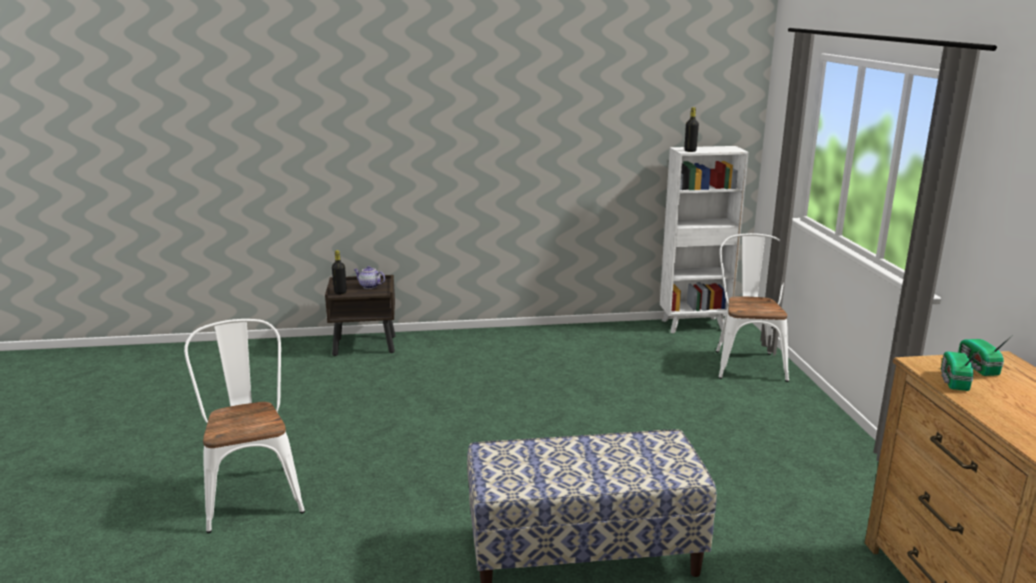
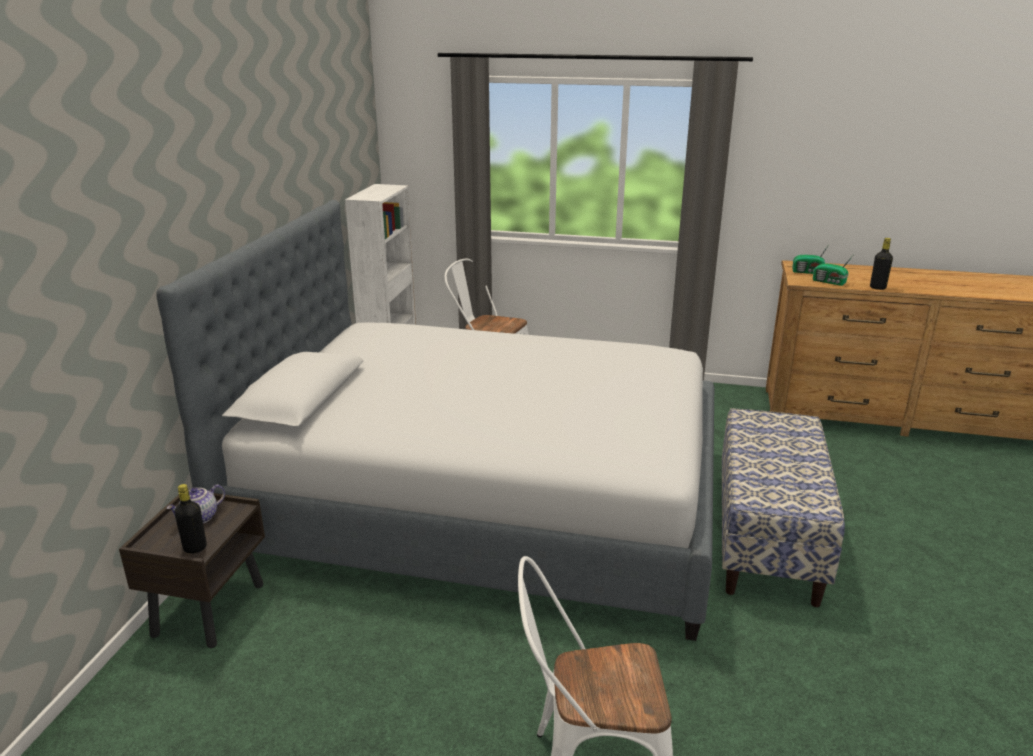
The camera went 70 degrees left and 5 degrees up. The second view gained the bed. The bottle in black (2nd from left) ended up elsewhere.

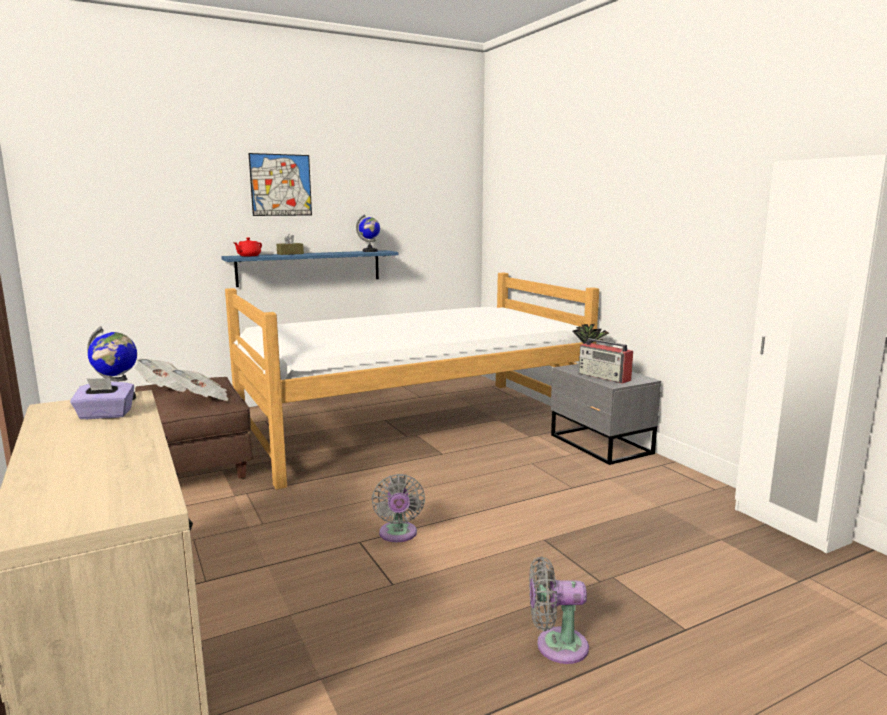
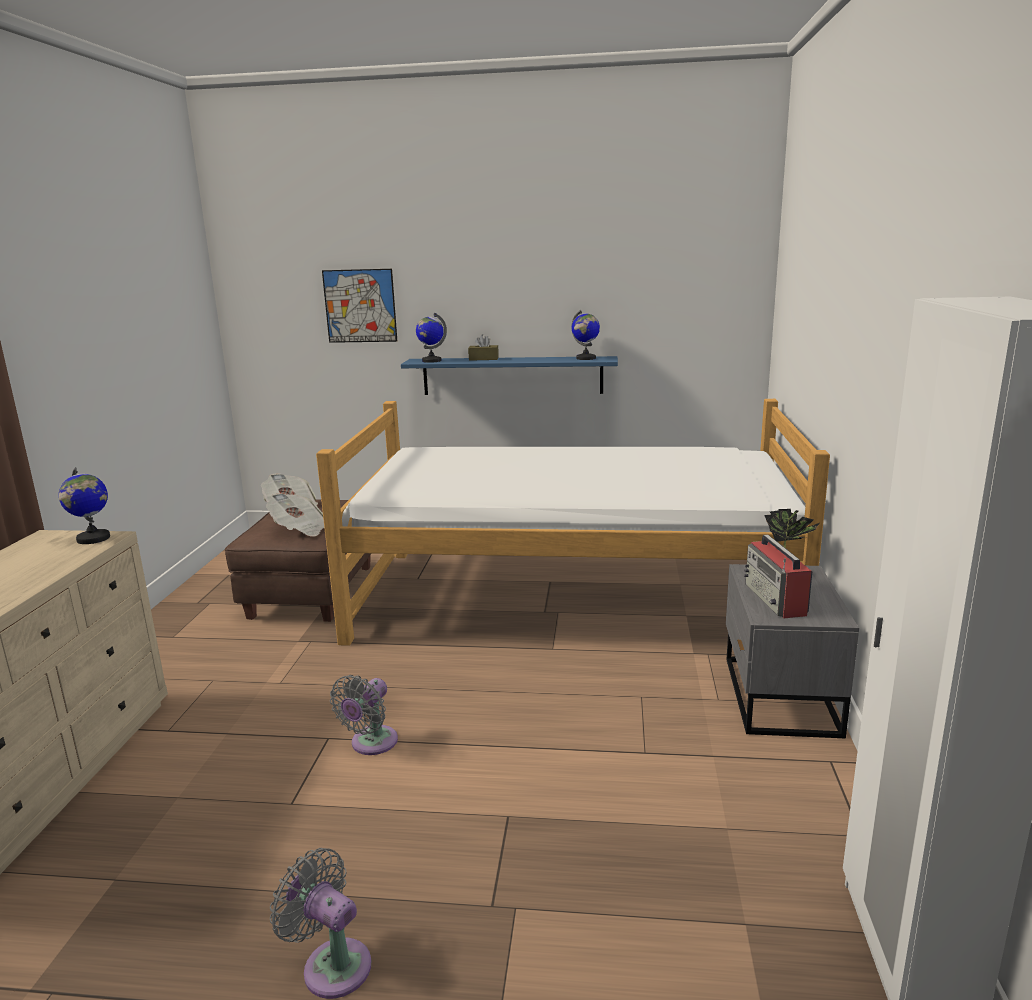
The camera went 35 degrees right and 5 degrees up. The second view lost the tissue box in purple. The picture ended up elsewhere. Where the teapot in red stood, the globe (2nd from left) came to stand.

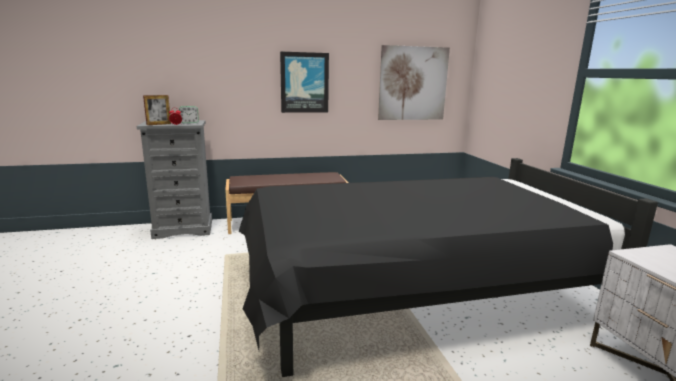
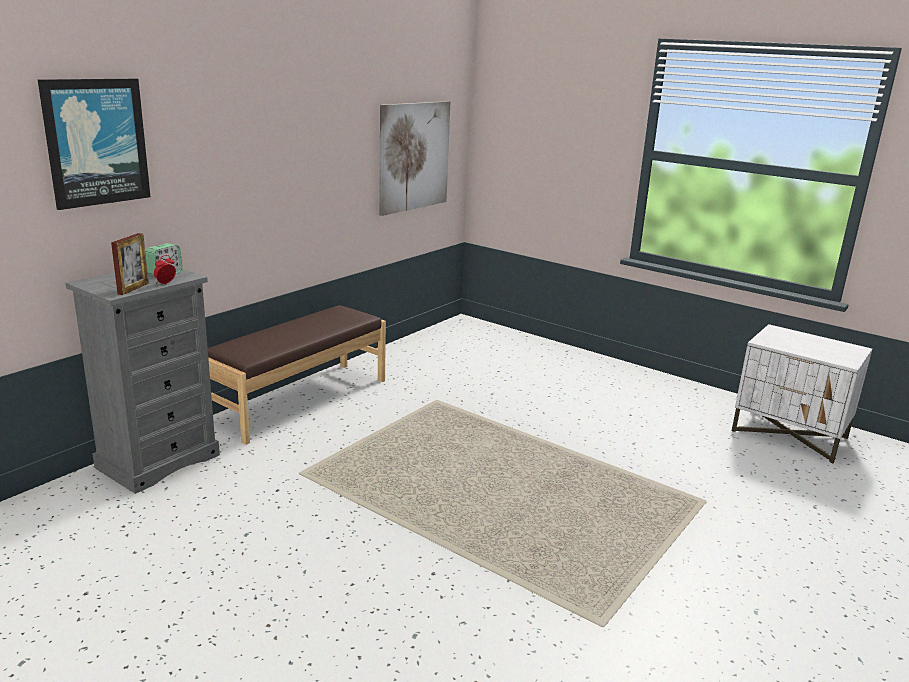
The camera went 40 degrees left and 5 degrees up. The second view lost the bed in black. The picture (1st from left) ended up elsewhere.

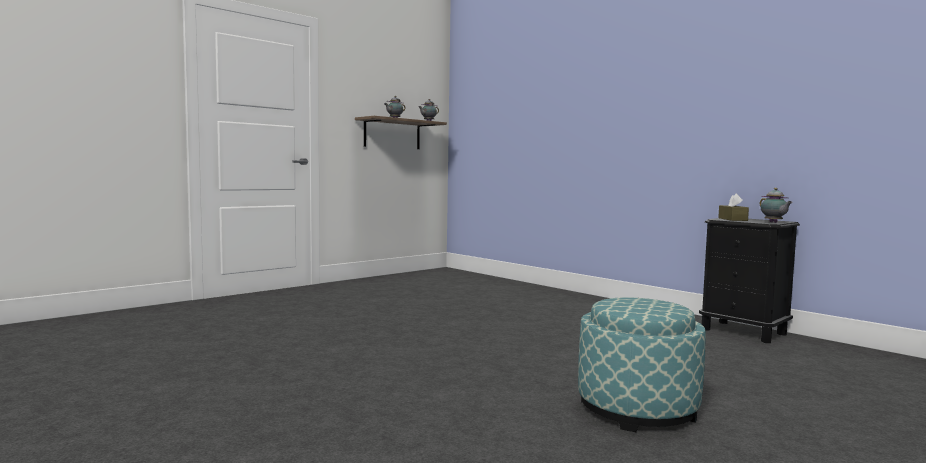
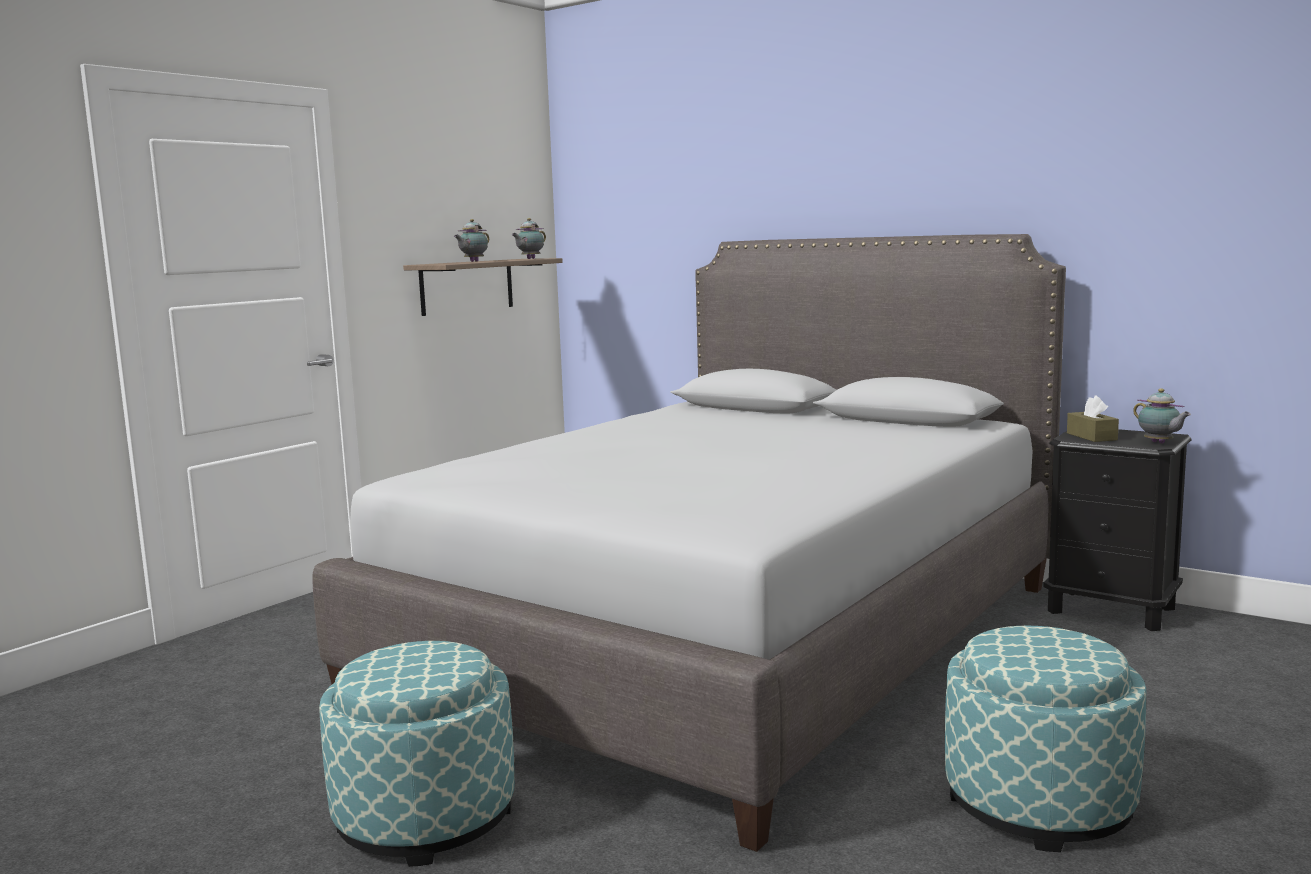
The camera went 10 degrees left and 5 degrees up. The second view gained the bed in grey. The second view gained the ottoman (1st from left).

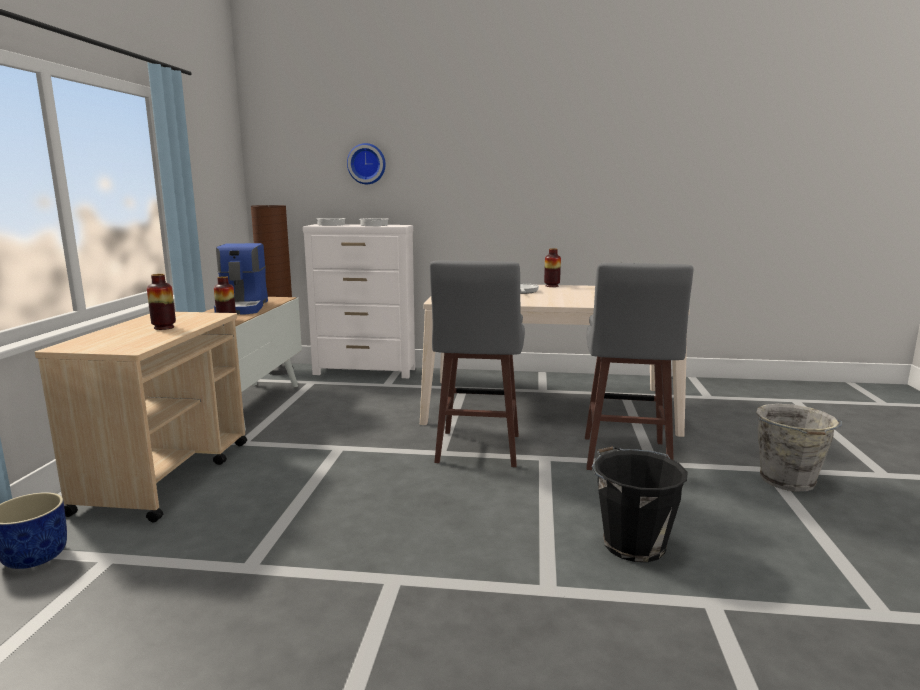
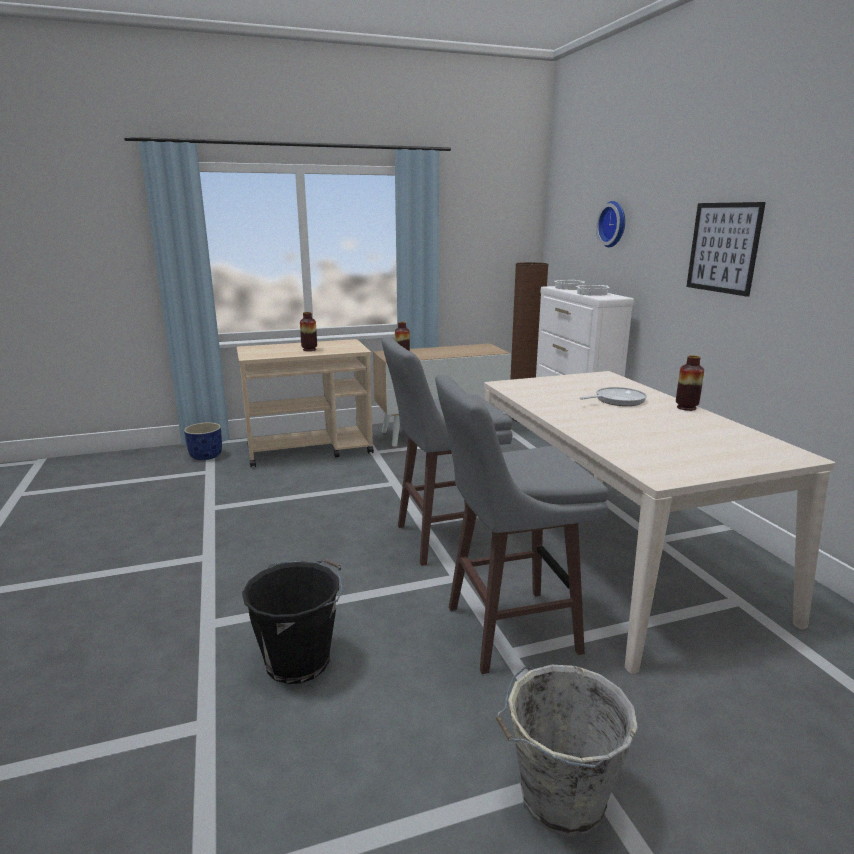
The camera went 65 degrees right and 5 degrees up. The second view lost the coffee machine. The second view gained the picture.

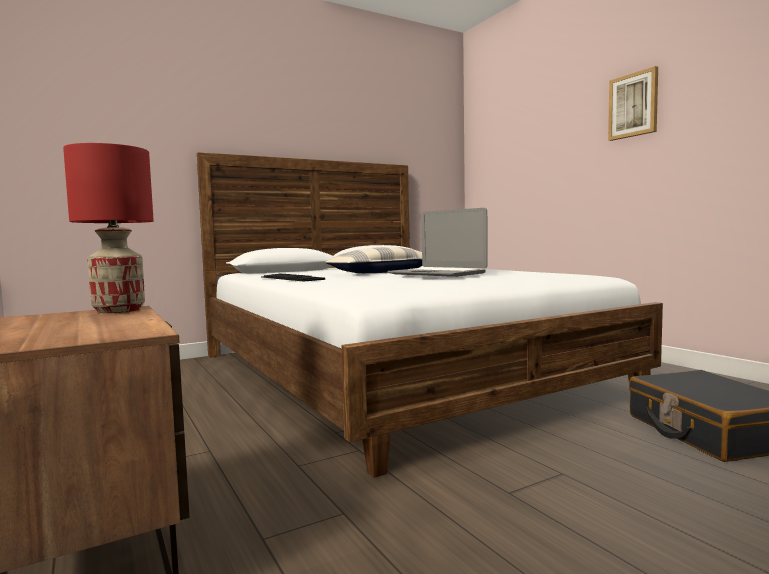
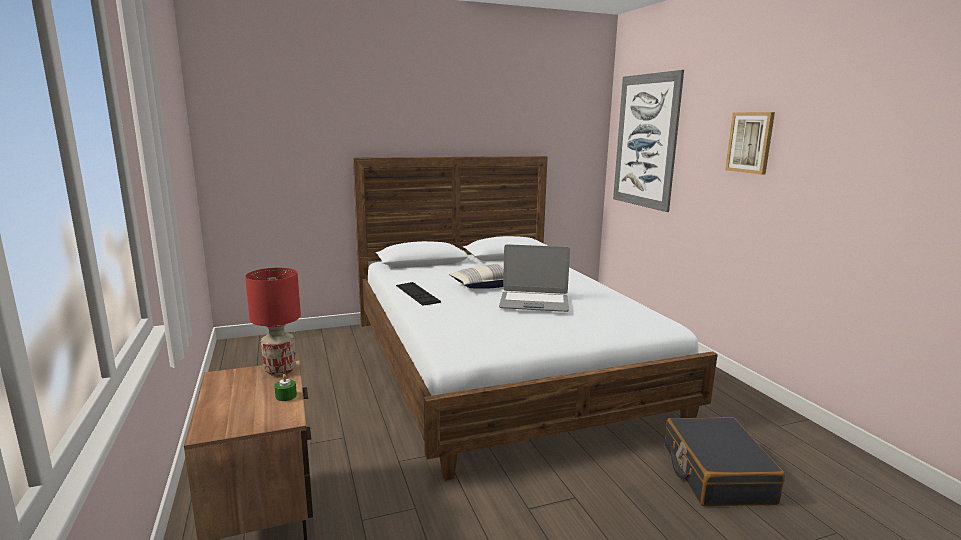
The camera went 10 degrees right and 10 degrees up. The second view gained the candle in green. The second view gained the picture (1st from left). The laptop ended up facing another way, 45 degrees counterclockwise from before.

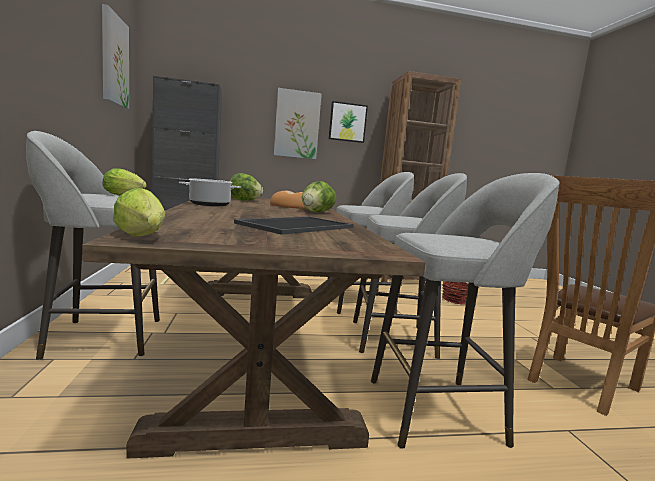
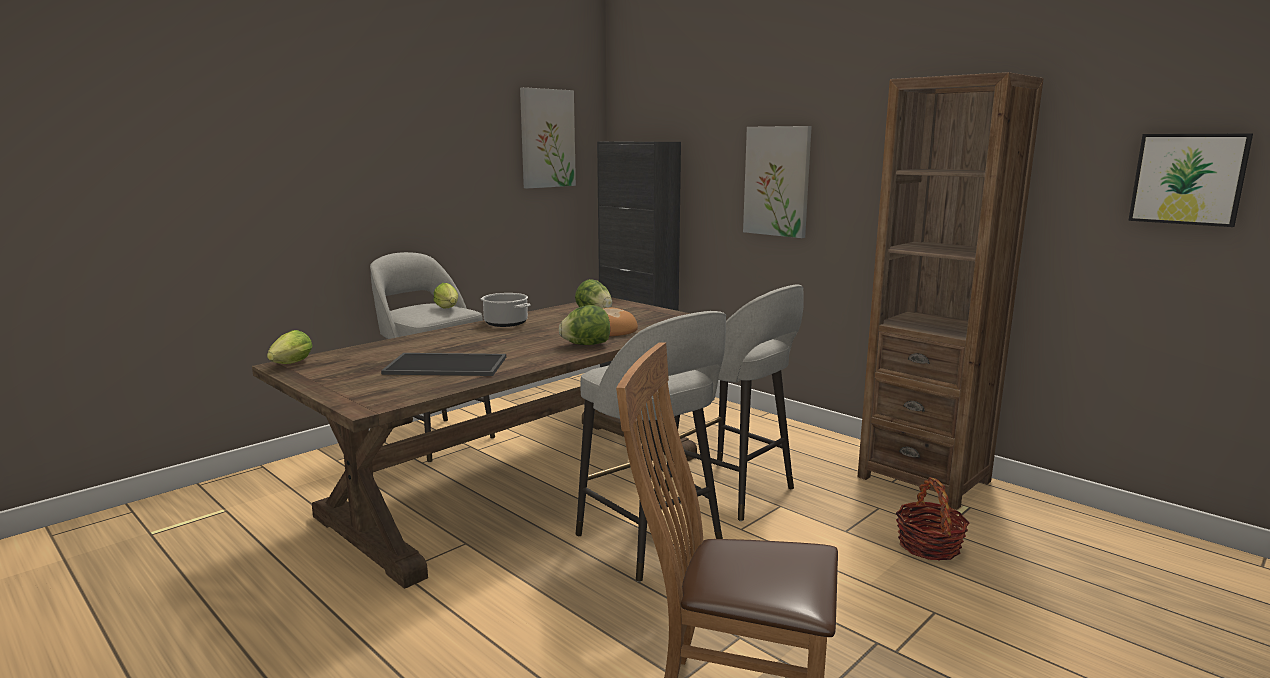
The camera went 55 degrees right and 5 degrees up. The second view lost the stool in grey (4th from left). The picture (3rd from left) ended up elsewhere.

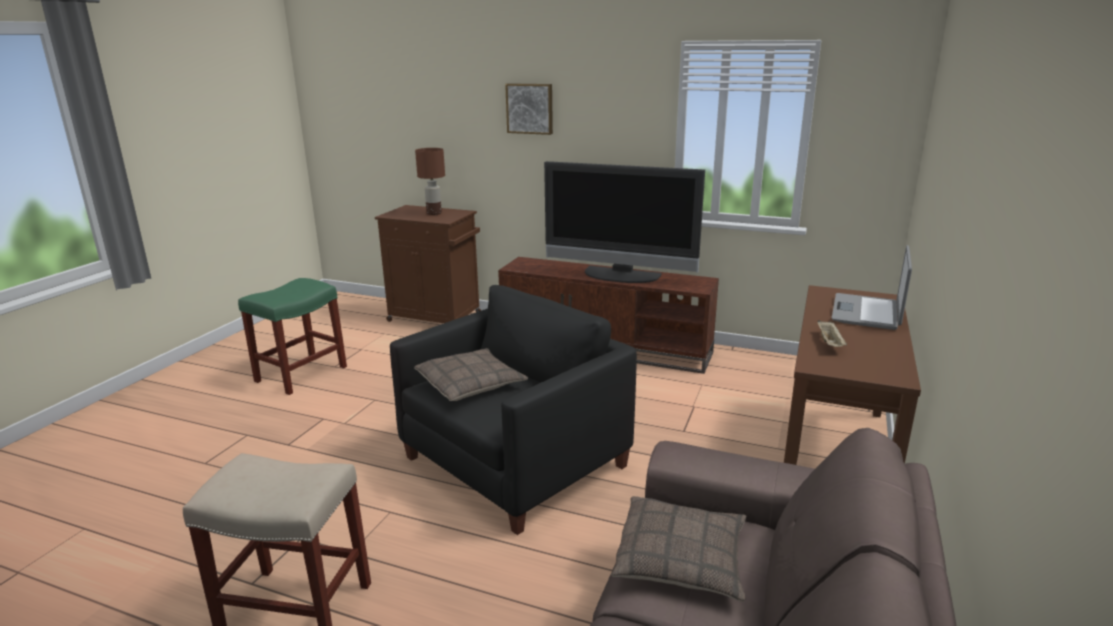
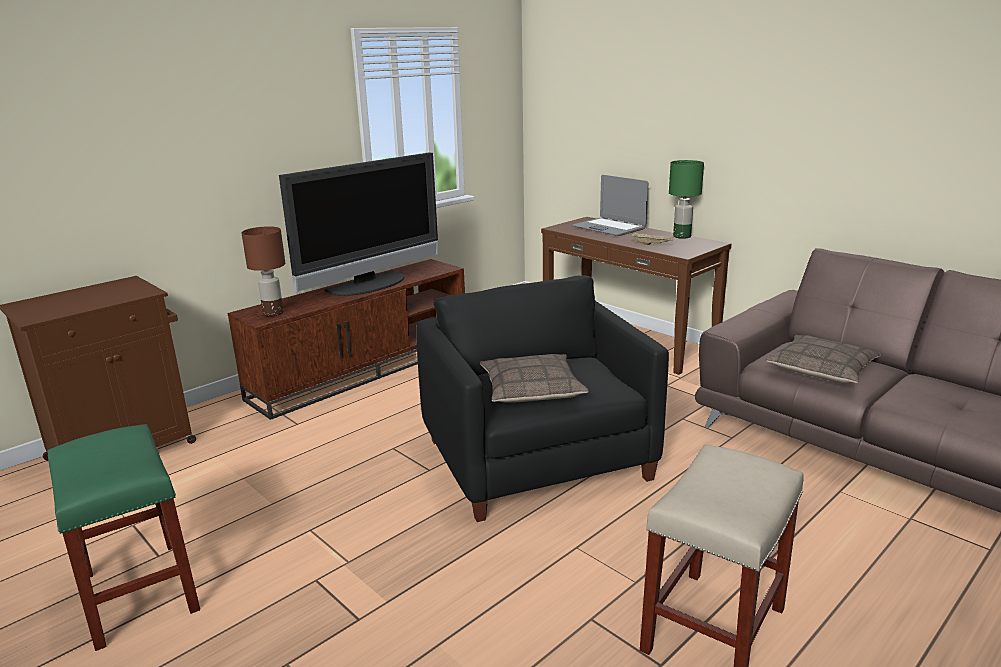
The camera went 65 degrees left and 0 degrees up. The second view lost the picture. The second view gained the table lamp in green. The table lamp in brown ended up elsewhere.

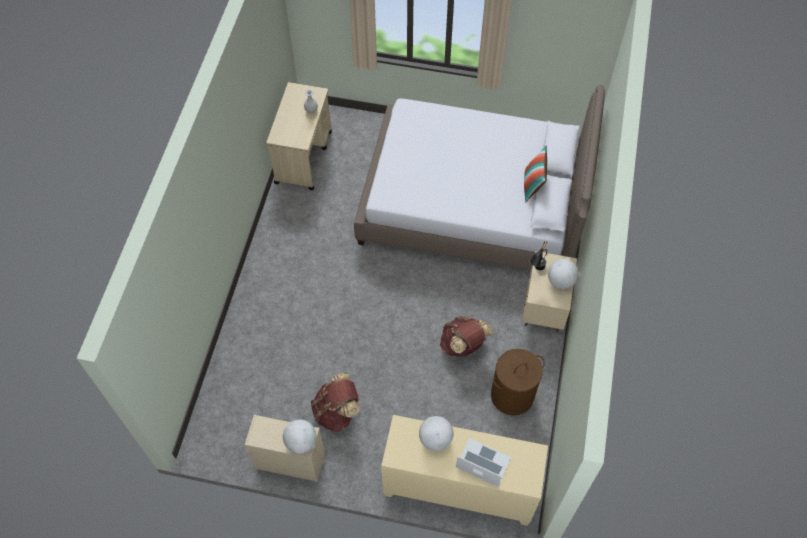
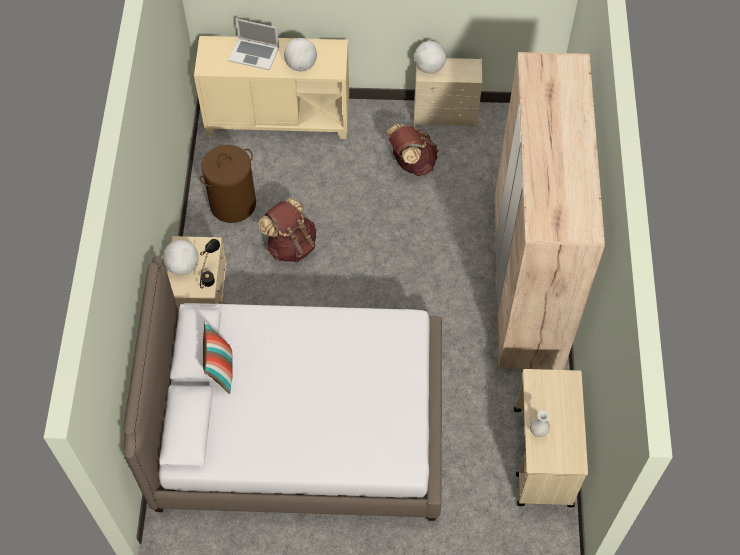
The camera went 170 degrees right and 0 degrees up. The second view gained the wardrobe in beige.

